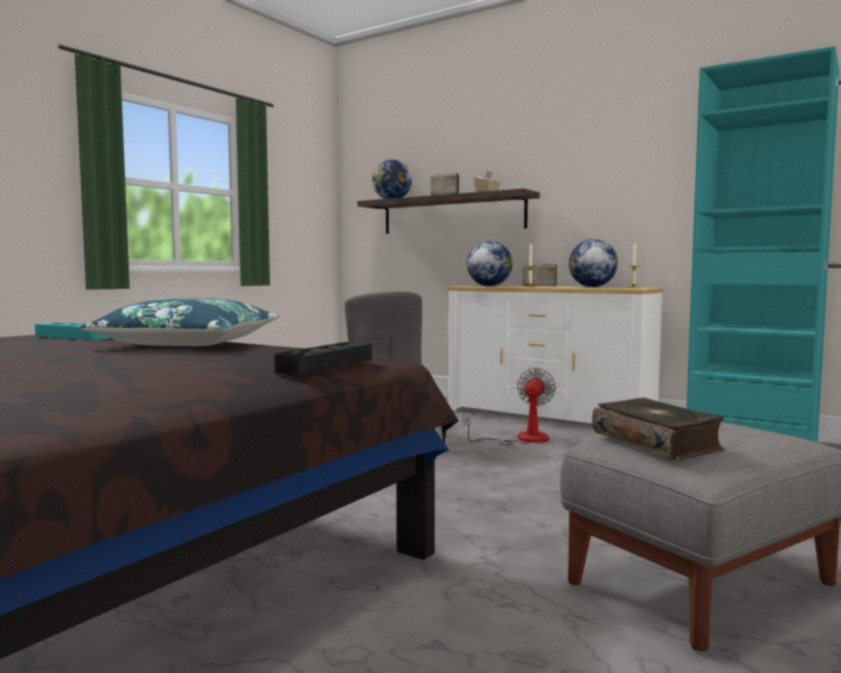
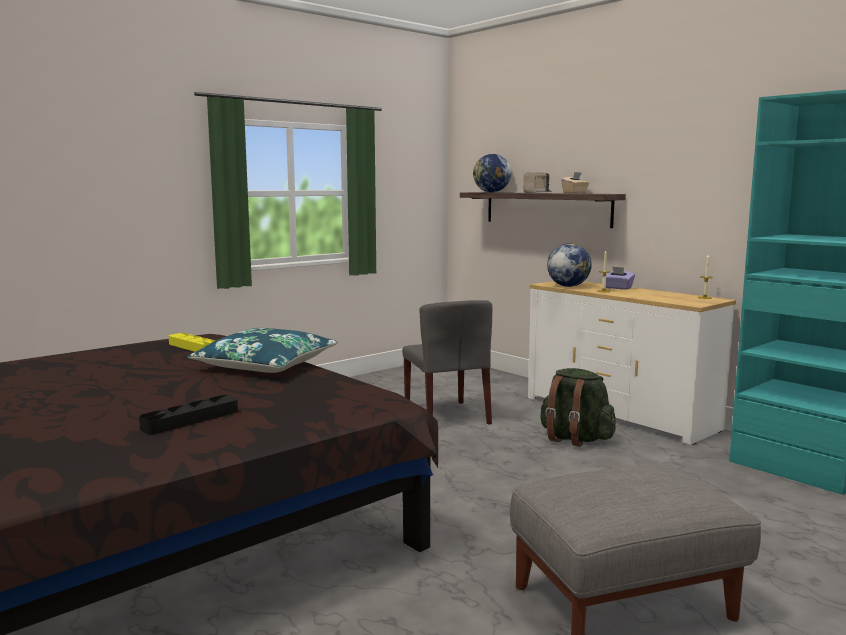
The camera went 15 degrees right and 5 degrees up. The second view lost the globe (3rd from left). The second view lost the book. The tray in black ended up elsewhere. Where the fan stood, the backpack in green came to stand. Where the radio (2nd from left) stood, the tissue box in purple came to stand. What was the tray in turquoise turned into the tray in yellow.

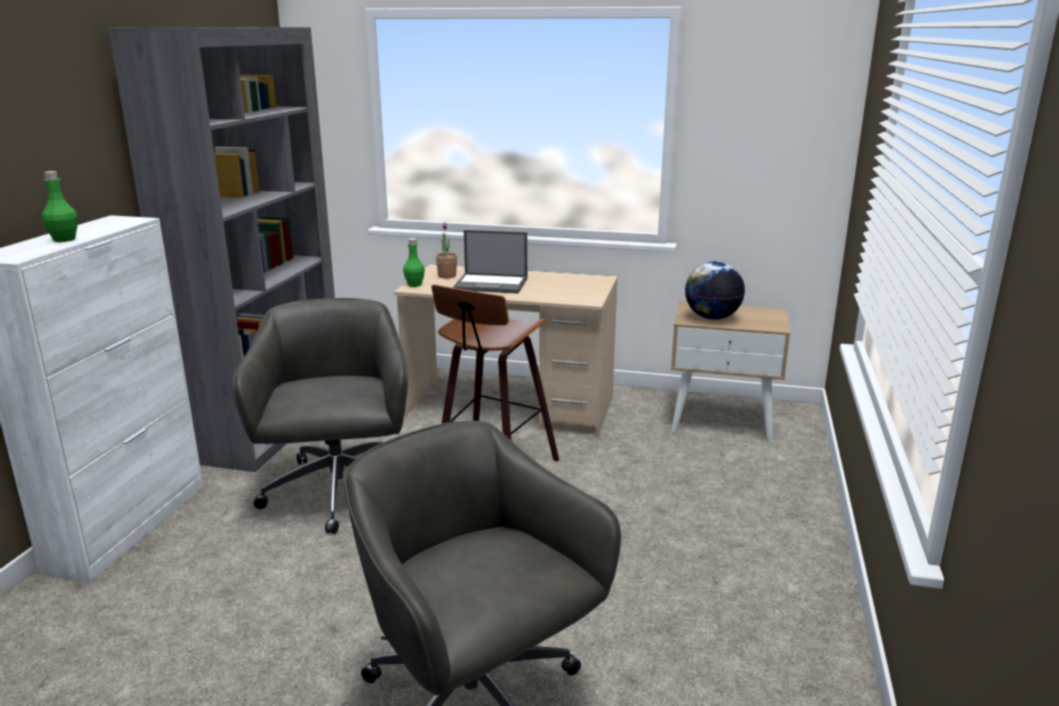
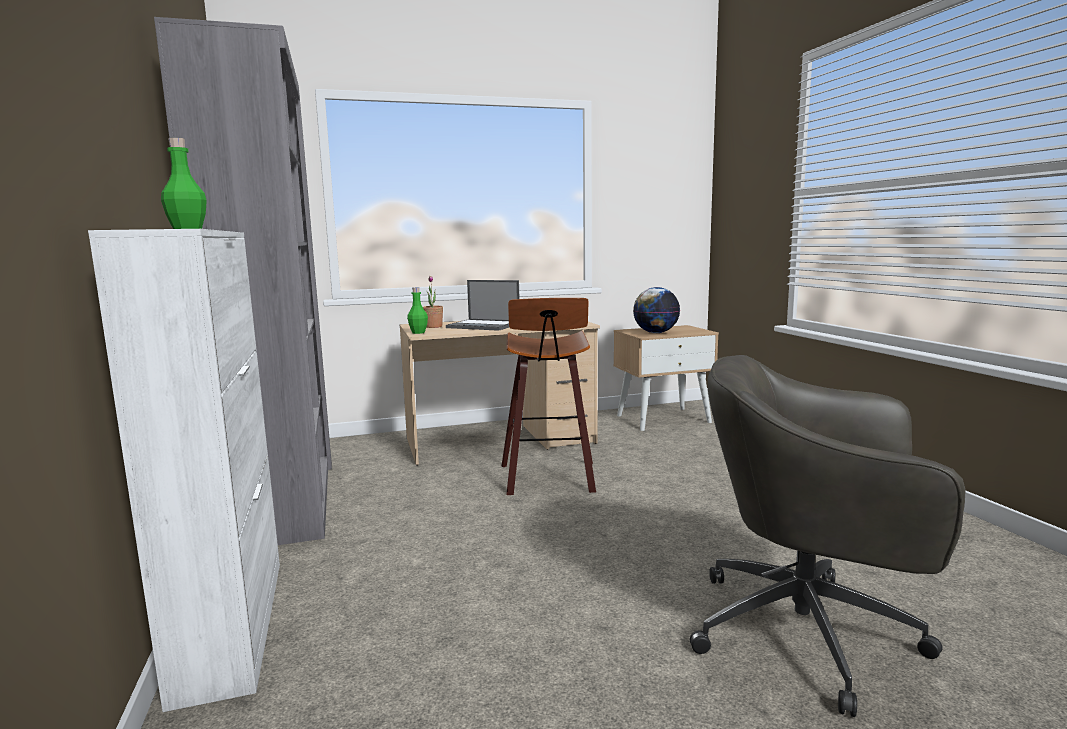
The camera went 30 degrees left and 10 degrees down. The second view lost the office chair in grey (1st from left). The laptop ended up facing another way, 45 degrees clockwise from before.

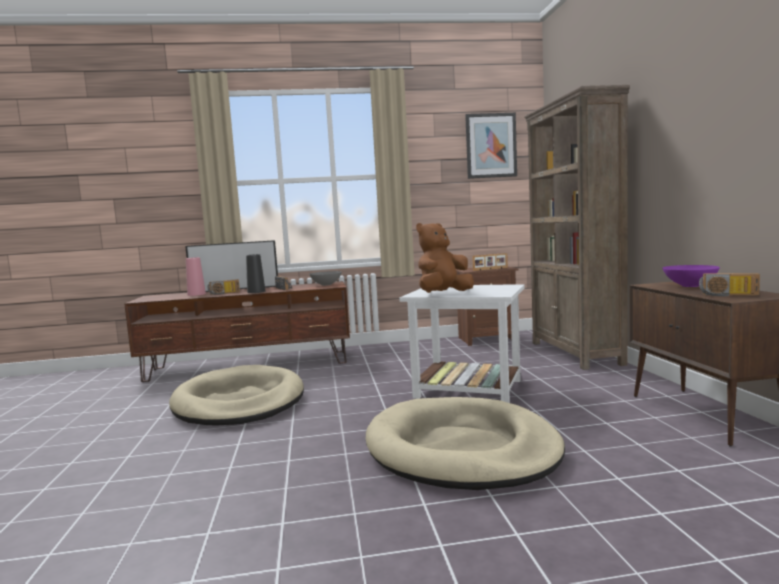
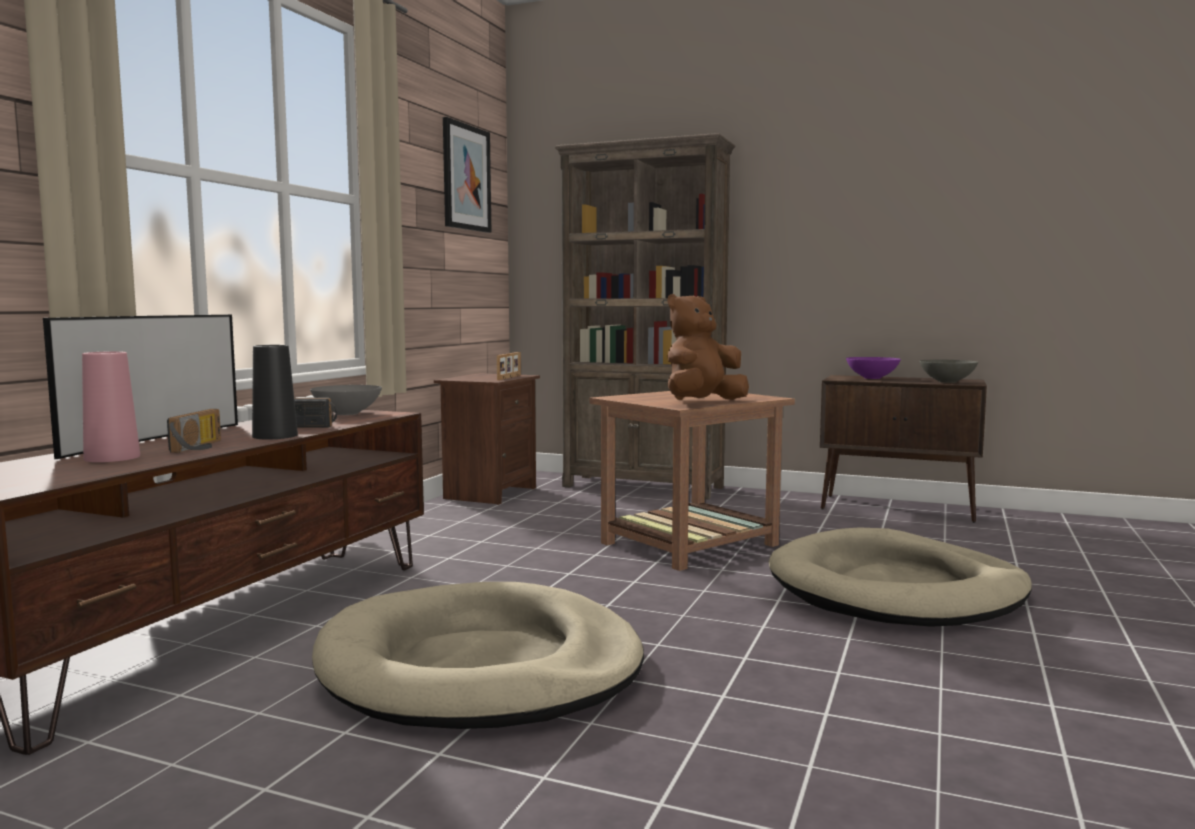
The camera went 60 degrees left and 0 degrees up. Where the radio (3rd from left) stood, the bowl in grey (2nd from left) came to stand. What was the side table in white turned into the side table in brown. The plush toy in brown ended up facing another way, 60 degrees clockwise from before.

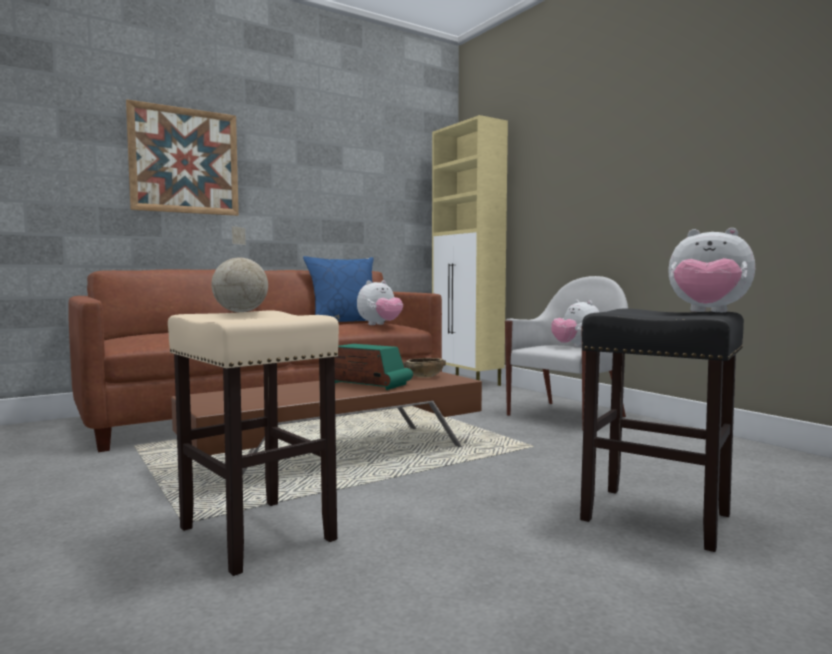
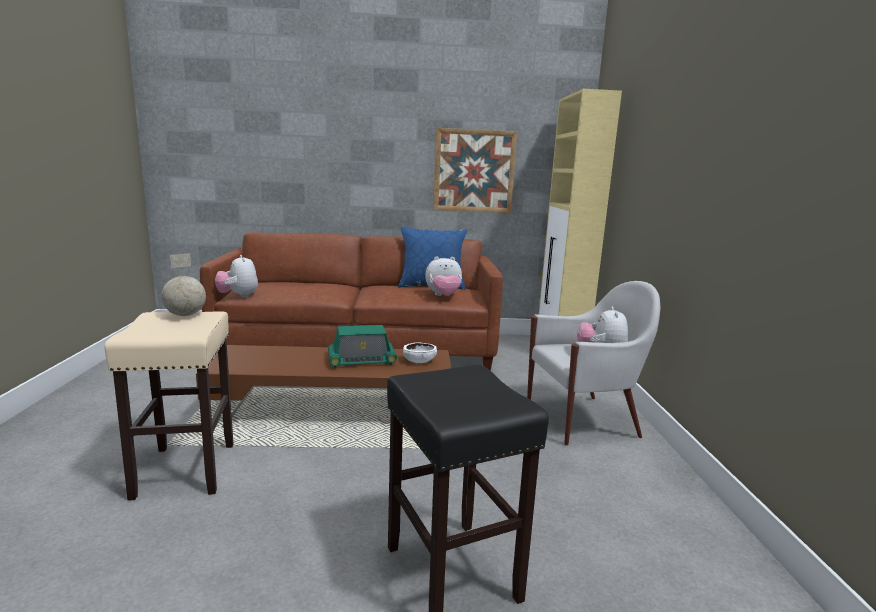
The camera went 30 degrees right and 10 degrees up. The picture ended up elsewhere. The plush toy (3rd from left in the first image) ended up elsewhere. What was the bowl in brown turned into the bowl in white. The radio ended up facing another way, 105 degrees clockwise from before.

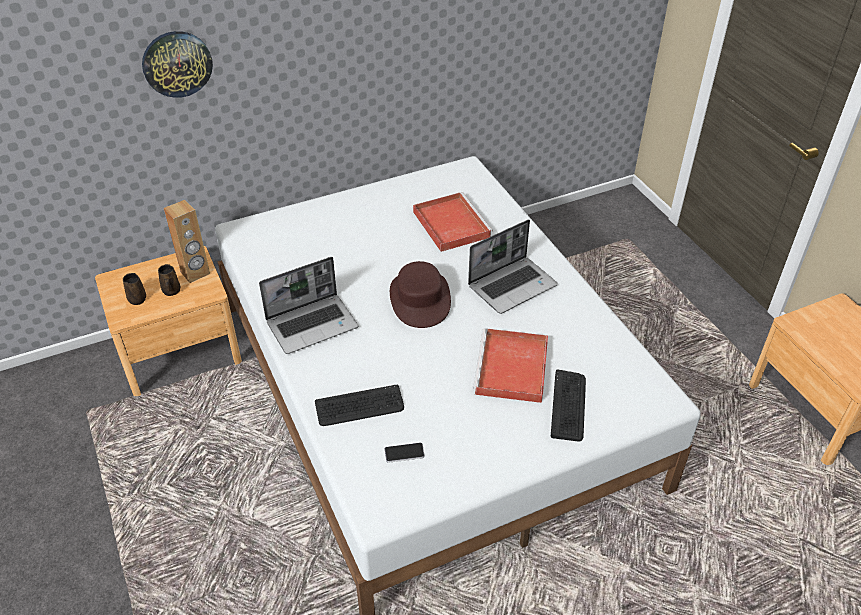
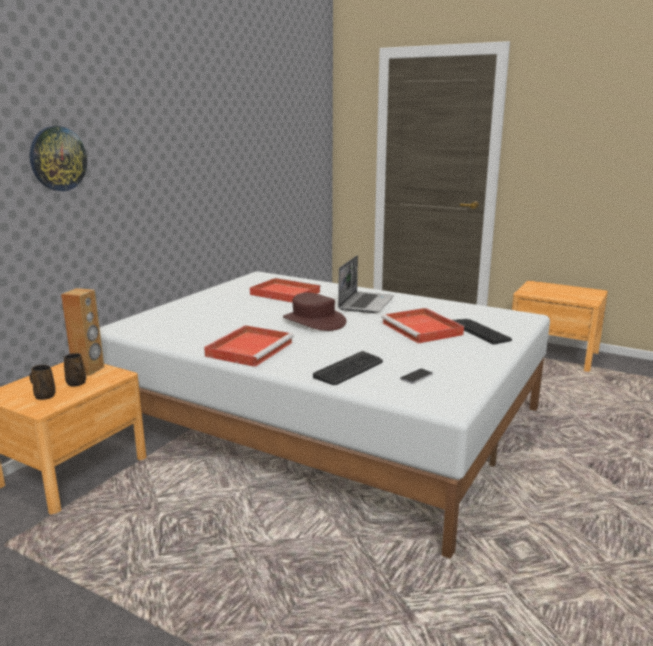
The camera went 35 degrees left and 25 degrees down. Where the laptop (1st from left) stood, the tray in red (1st from left) came to stand.

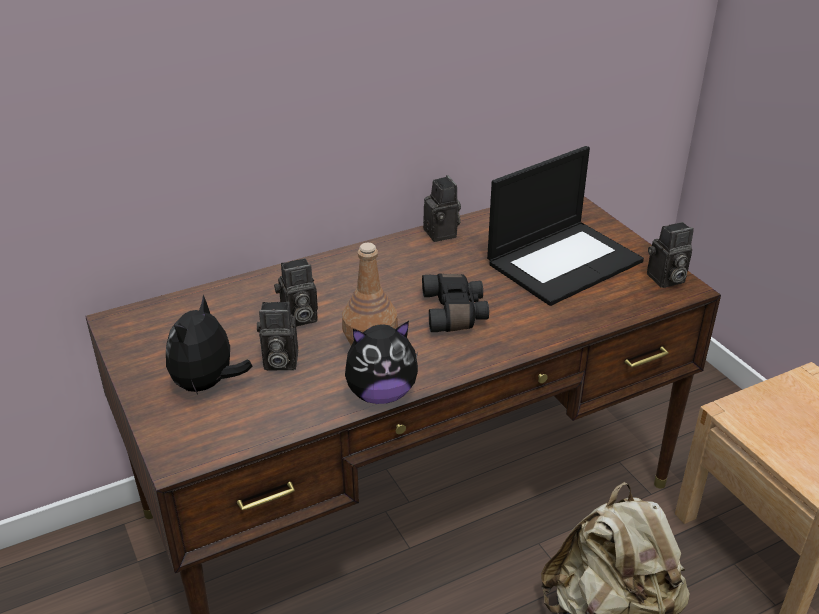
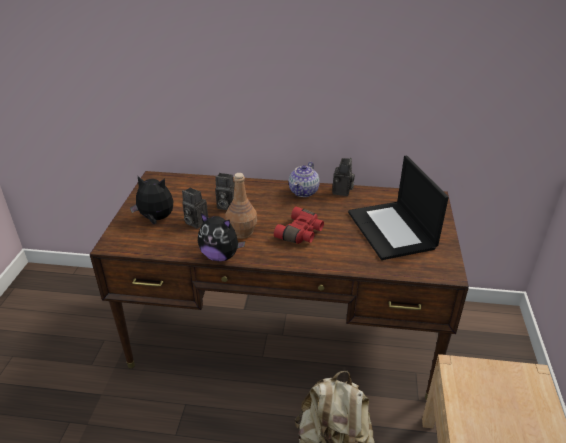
The camera went 35 degrees right and 0 degrees up. The second view lost the photo camera (4th from left). The second view gained the teapot. What was the binoculars in black turned into the binoculars in red. The plush toy (1st from left) ended up facing another way, 45 degrees clockwise from before. The laptop ended up facing another way, 75 degrees clockwise from before.

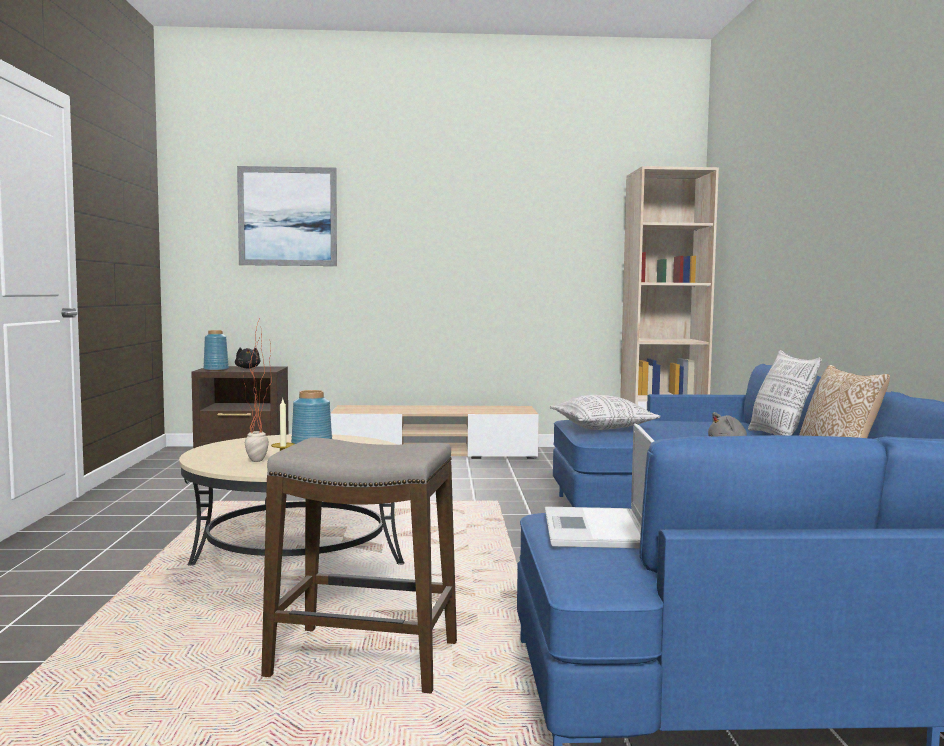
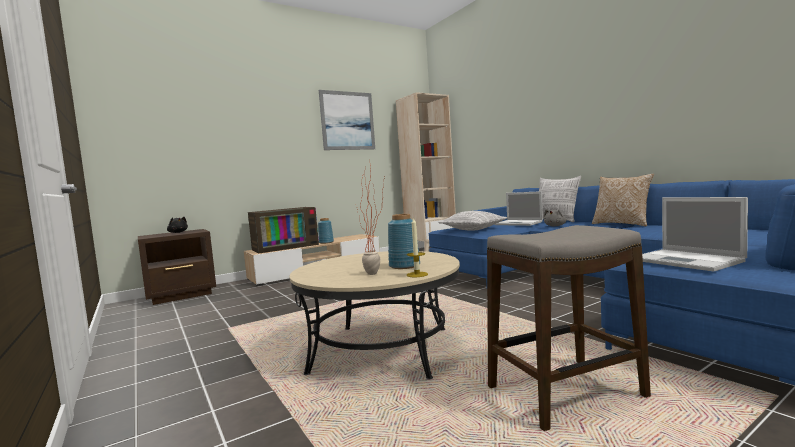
The camera went 30 degrees left and 0 degrees up. The second view gained the television. The second view gained the laptop (1st from left). The vase in blue (1st from left) ended up elsewhere. The picture ended up elsewhere.

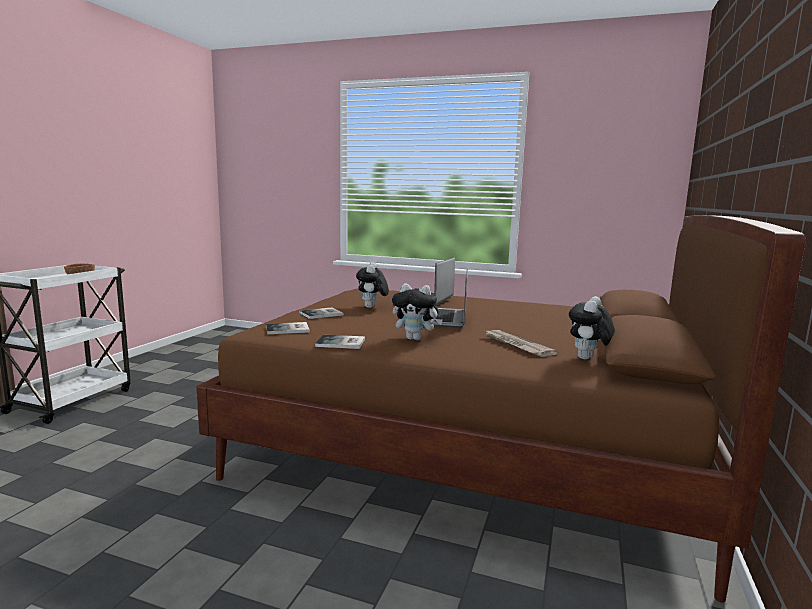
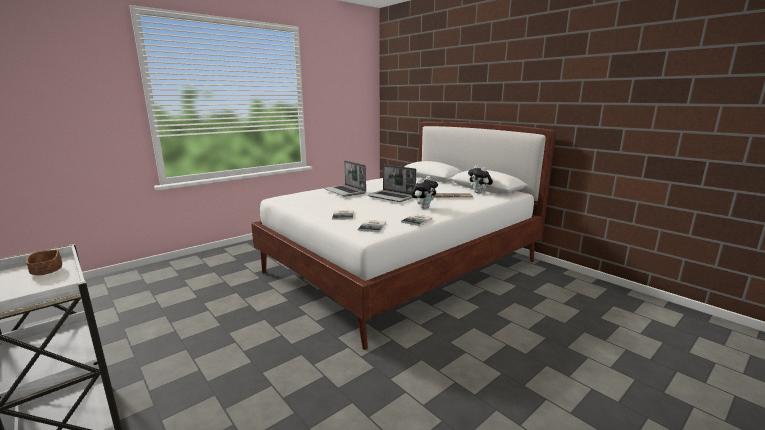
The camera went 60 degrees left and 5 degrees up. The second view lost the plush toy (1st from left). What was the bed in brown turned into the bed in white.

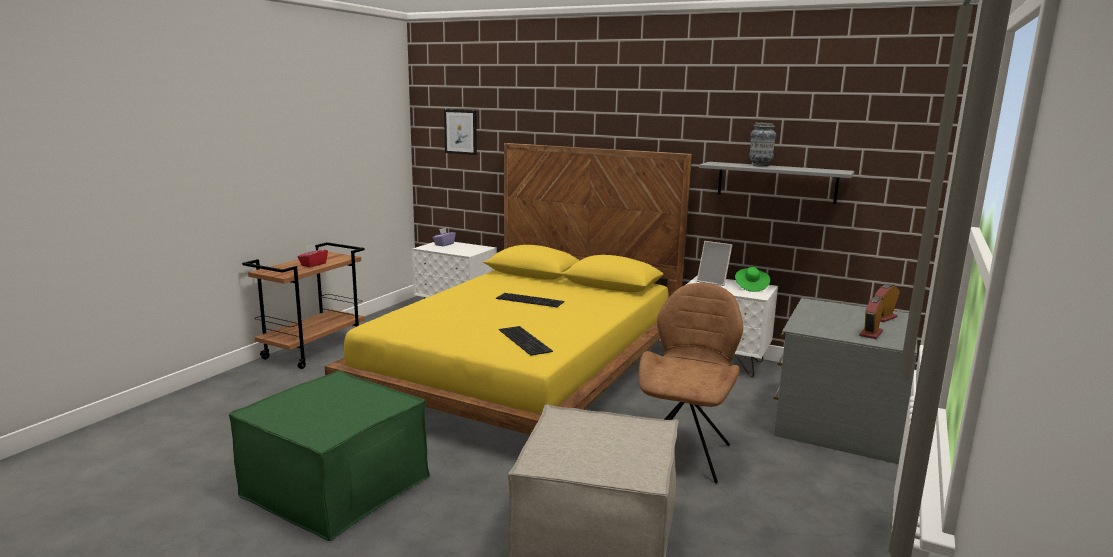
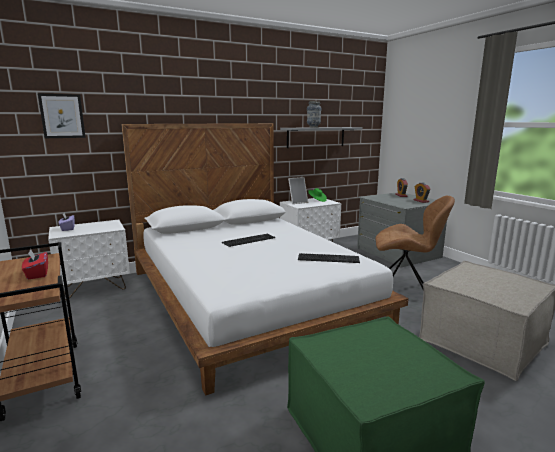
The camera went 55 degrees left and 0 degrees up. What was the bed in yellow turned into the bed in white. The chair in brown ended up facing another way, 135 degrees clockwise from before.

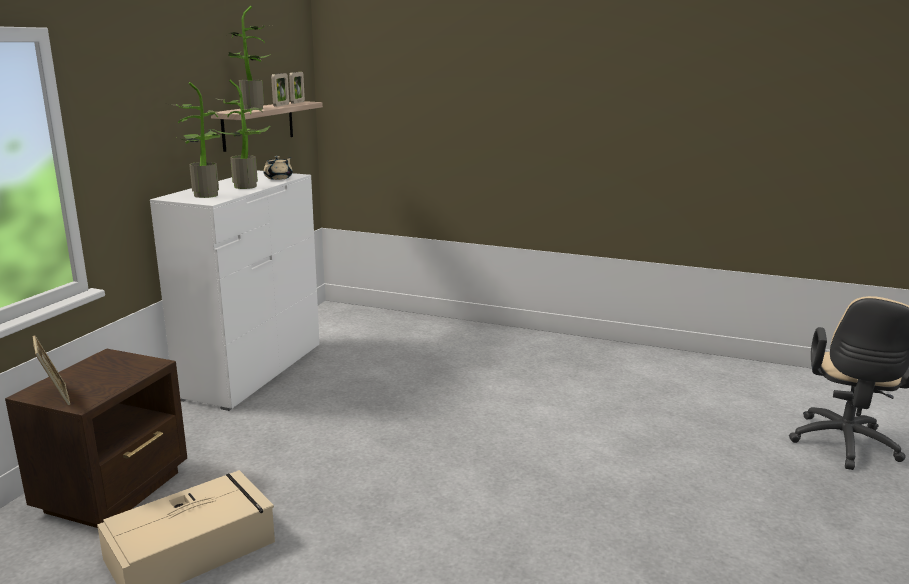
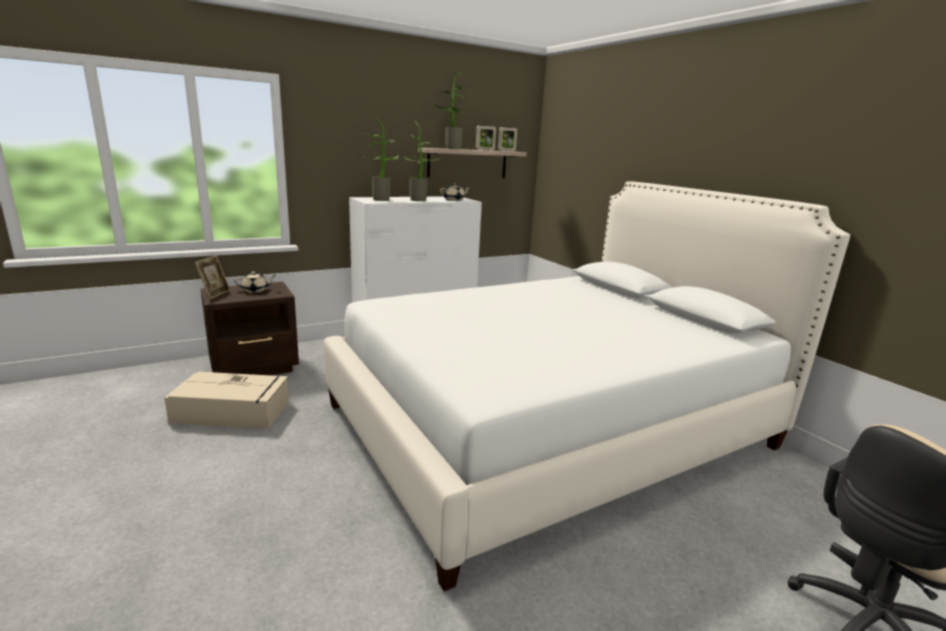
The camera went 40 degrees right and 0 degrees up. The second view gained the teapot in beige (1st from left). The second view gained the bed in white.

